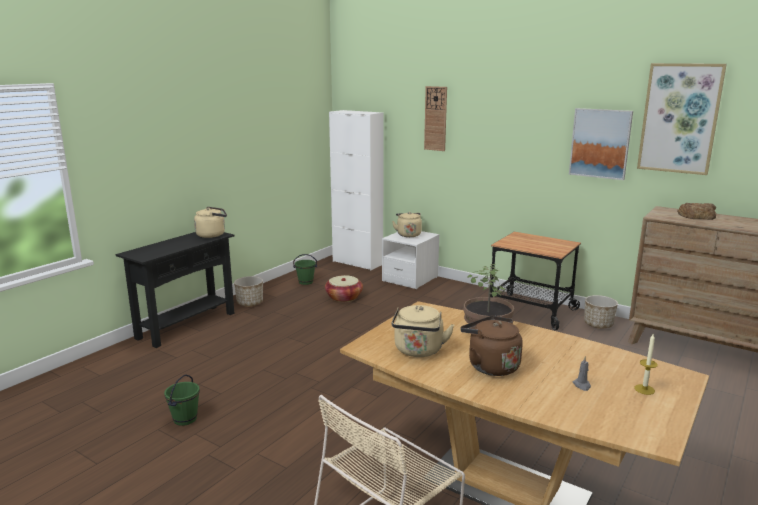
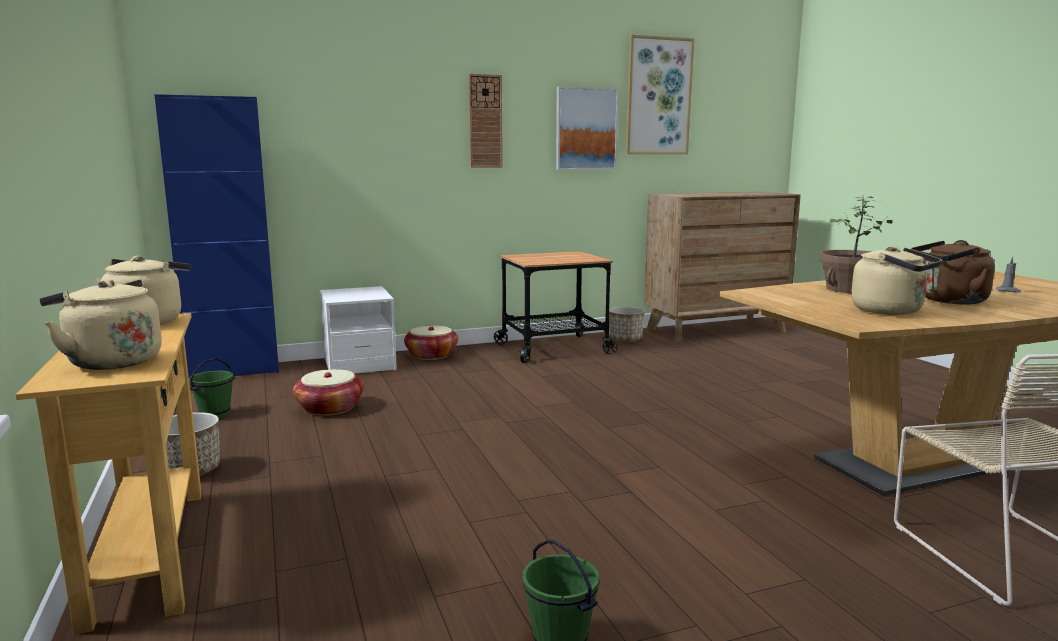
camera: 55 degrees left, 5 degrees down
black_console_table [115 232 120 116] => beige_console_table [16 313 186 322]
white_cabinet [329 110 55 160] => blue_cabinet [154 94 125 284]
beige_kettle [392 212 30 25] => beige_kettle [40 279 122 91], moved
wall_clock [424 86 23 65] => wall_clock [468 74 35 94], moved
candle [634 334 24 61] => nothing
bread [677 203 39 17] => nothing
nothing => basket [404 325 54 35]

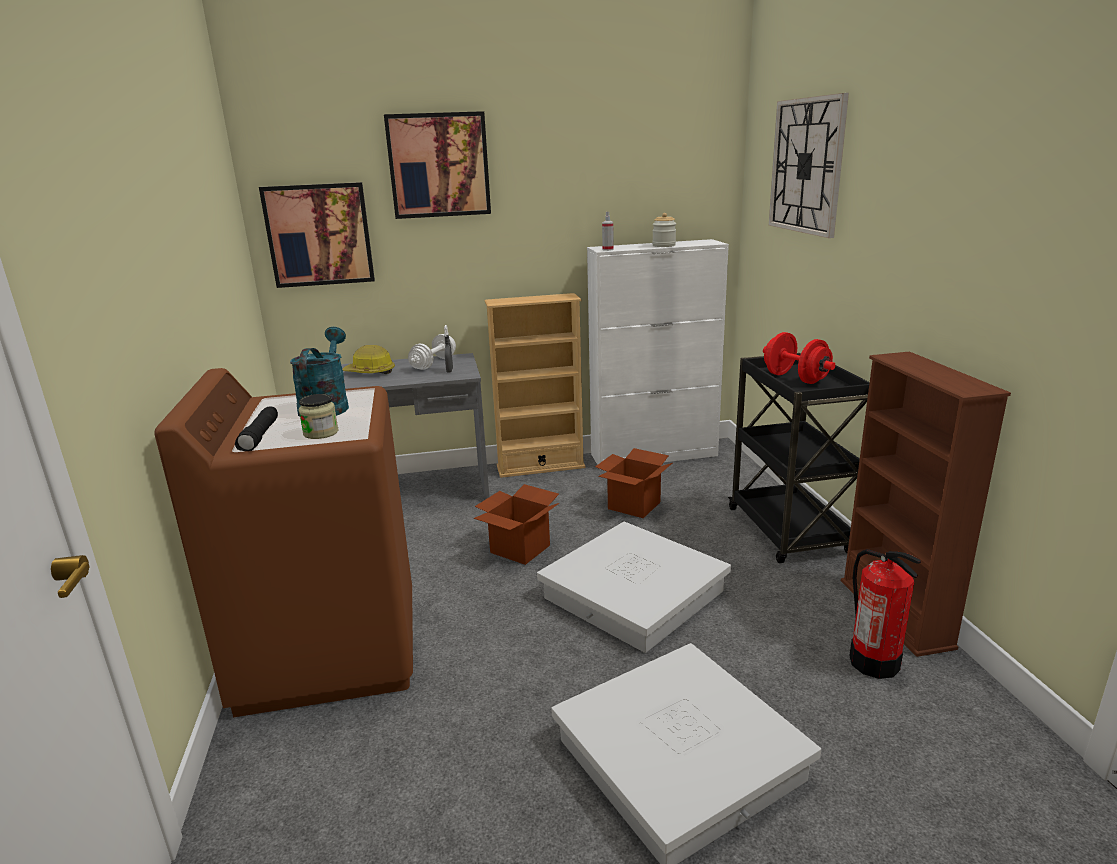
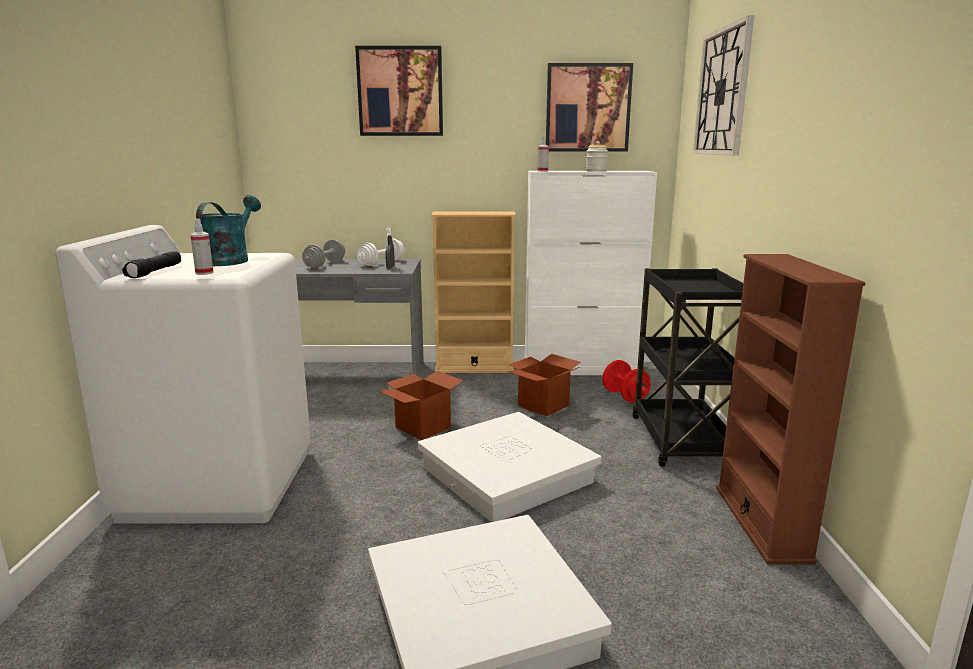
camera: 10 degrees right, 5 degrees down
brown_washing_machine [154 368 259 349] => white_washing_machine [55 225 256 299]
picture [259 182 116 106] => picture [546 63 87 88], moved
jar [299 394 40 45] => spray_bottle [190 219 24 56]
hard_hat [342 345 53 29] => grey_dumbbell [302 240 43 28]
red_dumbbell [763 332 72 52] => red_dumbbell [602 360 48 43], moved
fire_extinguisher [849 549 72 130] => nothing

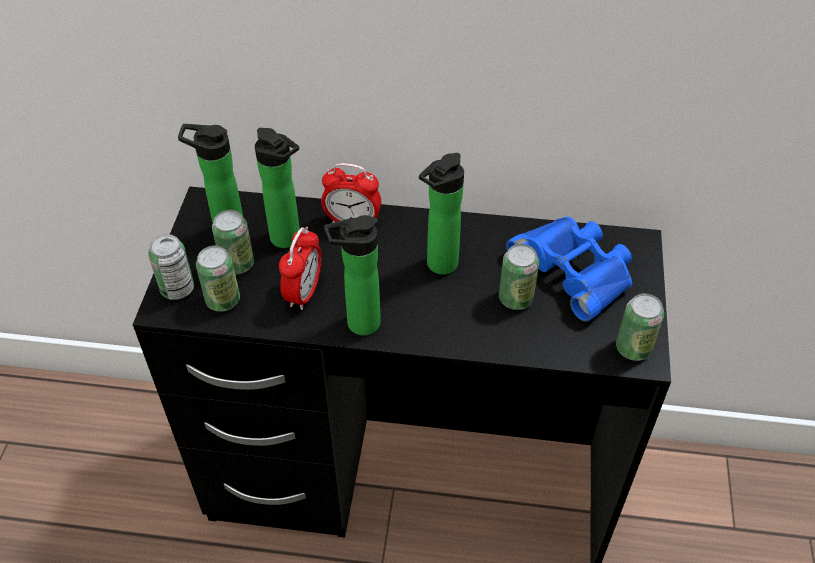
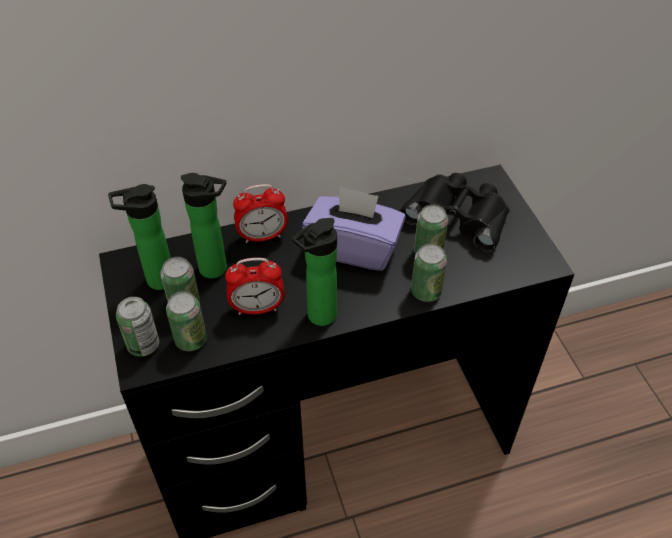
camera: 25 degrees left, 0 degrees up
alarm_clock [279 227 43 83] => alarm_clock [225 258 60 57], 90 degrees clockwise
bottle [419 153 45 122] => purple_tissue_box [302 186 104 85]
blue_binoculars [506 217 126 105] => black_binoculars [400 173 109 79]
can [616 293 48 68] => can [411 244 36 58], moved

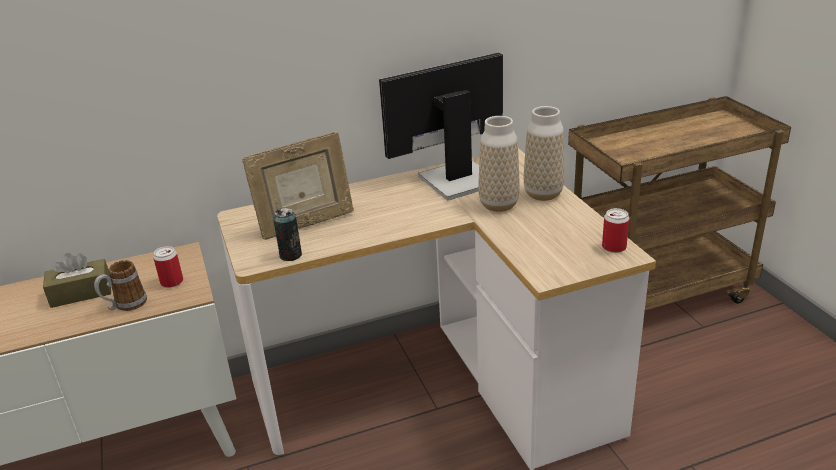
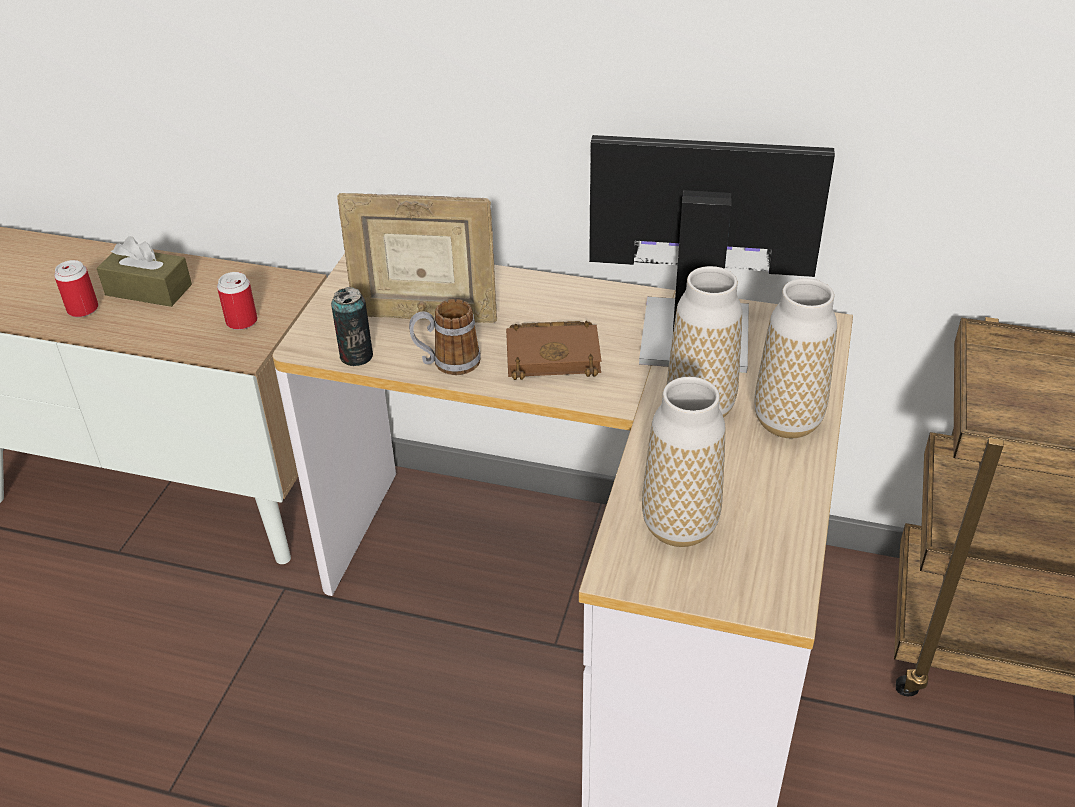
camera: 35 degrees right, 10 degrees up
mug [94 260 53 51] => mug [409 299 72 76], moved
can [602 208 27 45] => can [54 260 44 57], moved
nothing => brown_book [506 321 95 59]
nothing => vase [642 377 83 170]

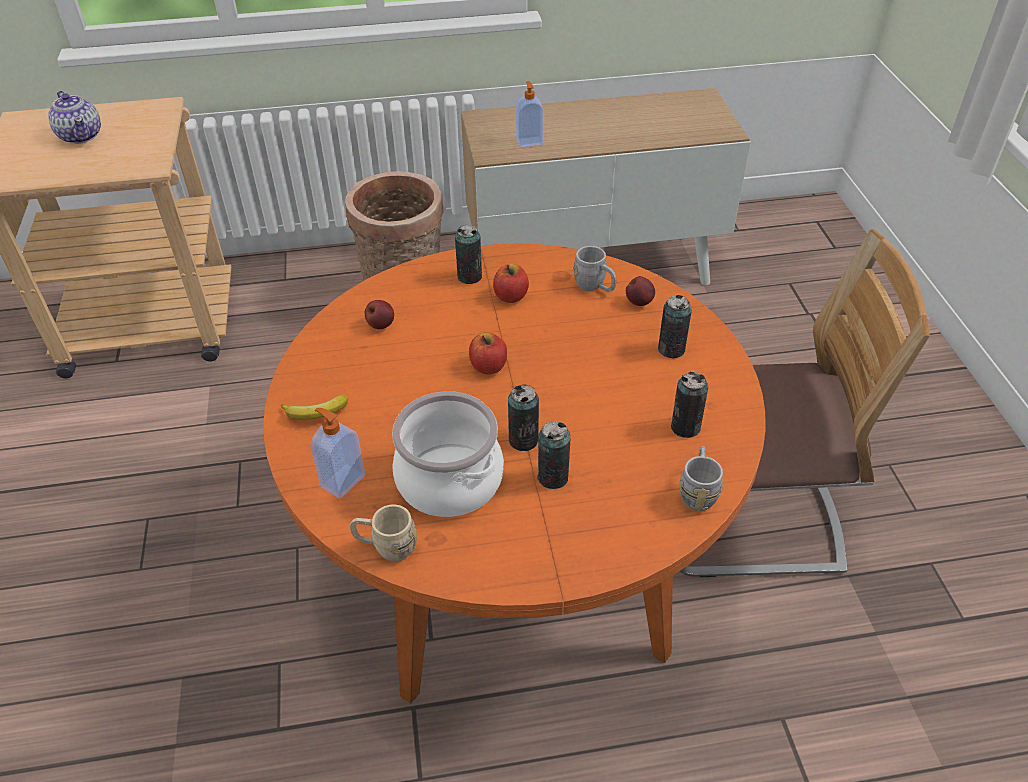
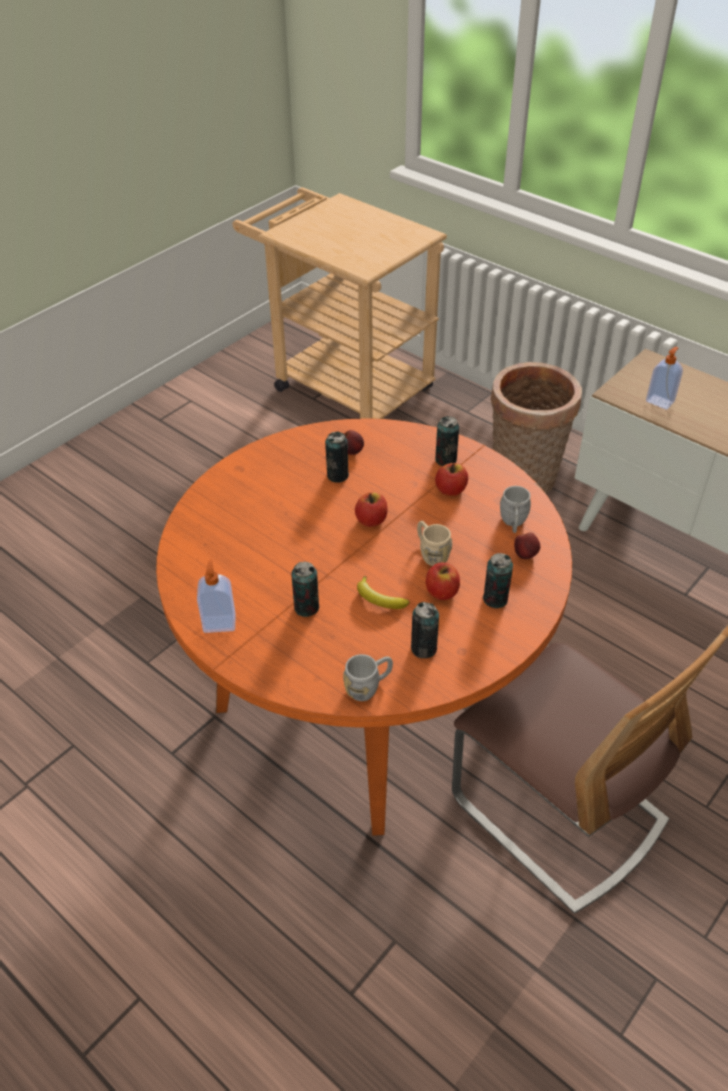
camera: 50 degrees right, 0 degrees up
teapot [48 91 53 53] => nothing
banana [281 394 67 26] => banana [357 576 53 33], moved
soap_dispenser [310 408 55 91] => soap_dispenser [197 560 39 73], moved
beige_mug [350 504 67 58] => beige_mug [417 521 35 45], moved
cooking_pot [392 391 112 126] => nothing
can [508 384 31 67] => can [325 432 24 51], moved
nothing => apple [426 562 34 38]

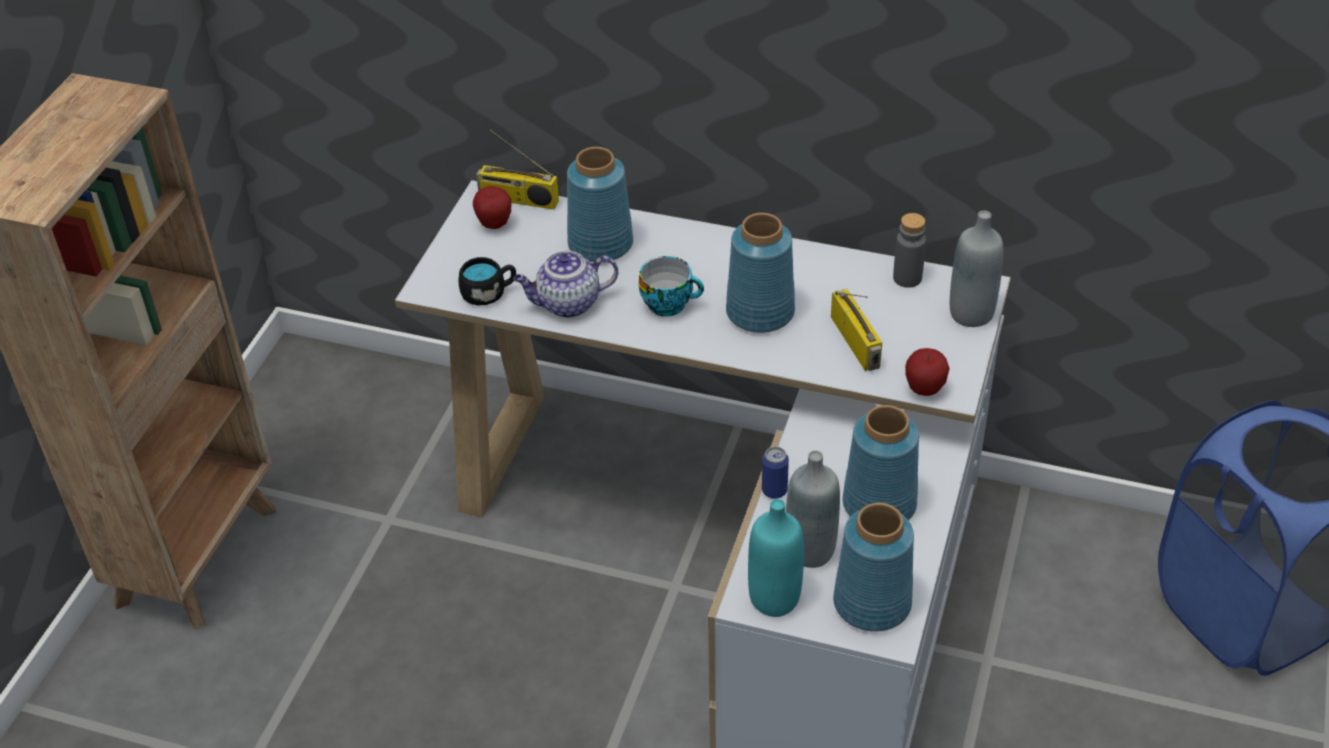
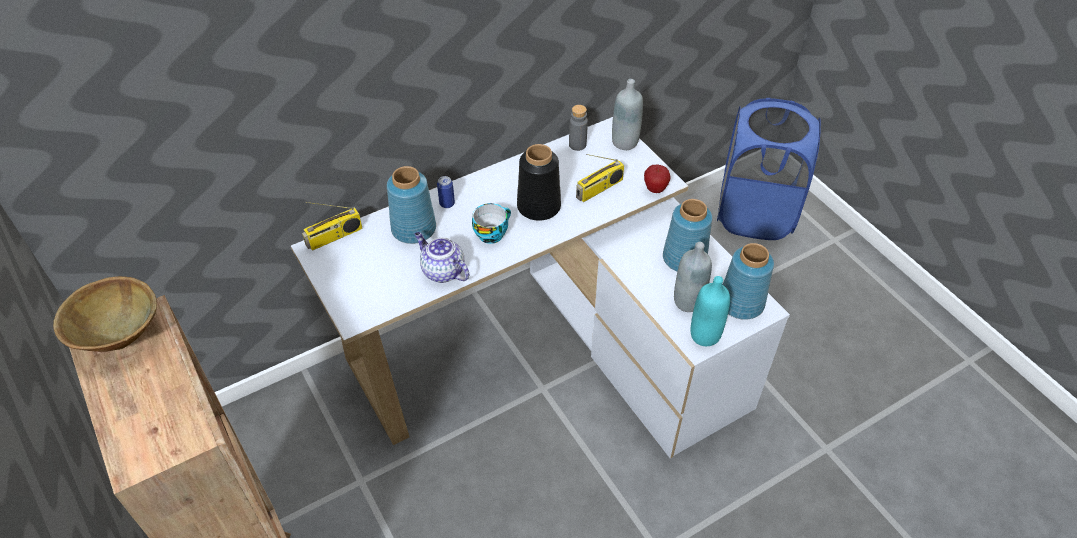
camera: 50 degrees left, 5 degrees up
black_mug [459 257 57 48] => nothing
apple [473 186 38 43] => nothing
teapot [513 251 105 67] => teapot [414 232 55 51], 105 degrees clockwise
blue_vase [726 213 69 120] => black_vase [517 144 44 77]
can [762 447 27 52] => can [437 176 18 32], moved
radio [831 289 51 82] => radio [576 154 48 48], 120 degrees clockwise
nothing => brown_bowl [53 276 104 76]

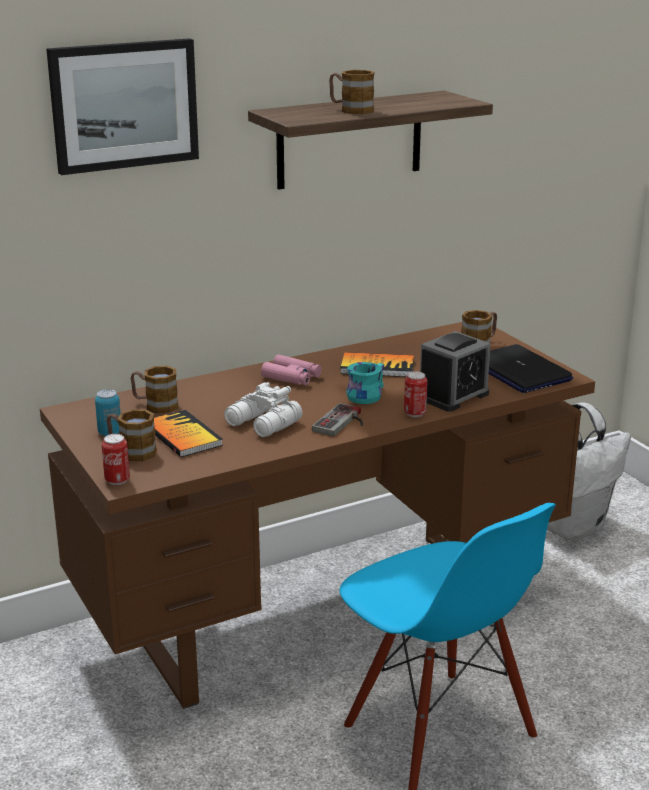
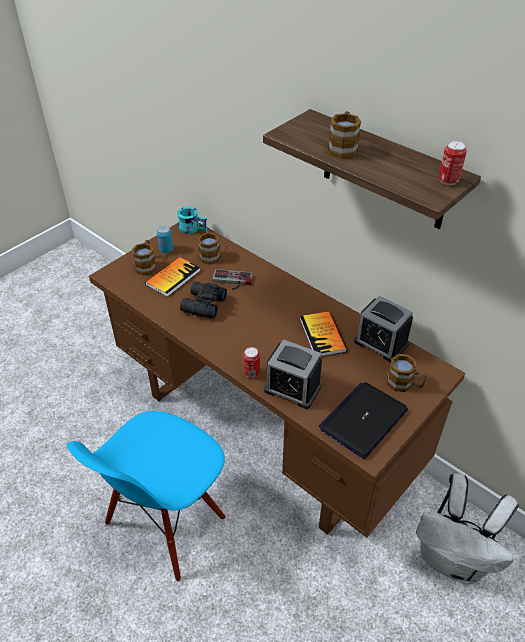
camera: 70 degrees right, 20 degrees up
picture [46 38 153 137] => nothing
can [102 434 28 51] => can [438 141 29 44], moved
white_binoculars [224 382 79 55] => black_binoculars [180 282 47 37]
pink_binoculars [261 354 61 31] => nothing
game_controller [312 403 51 33] => game_controller [212 269 41 21], moved
turquoise_mug [347 362 37 42] => turquoise_mug [177 207 30 27], moved
nothing => alarm_clock [354 296 59 66]

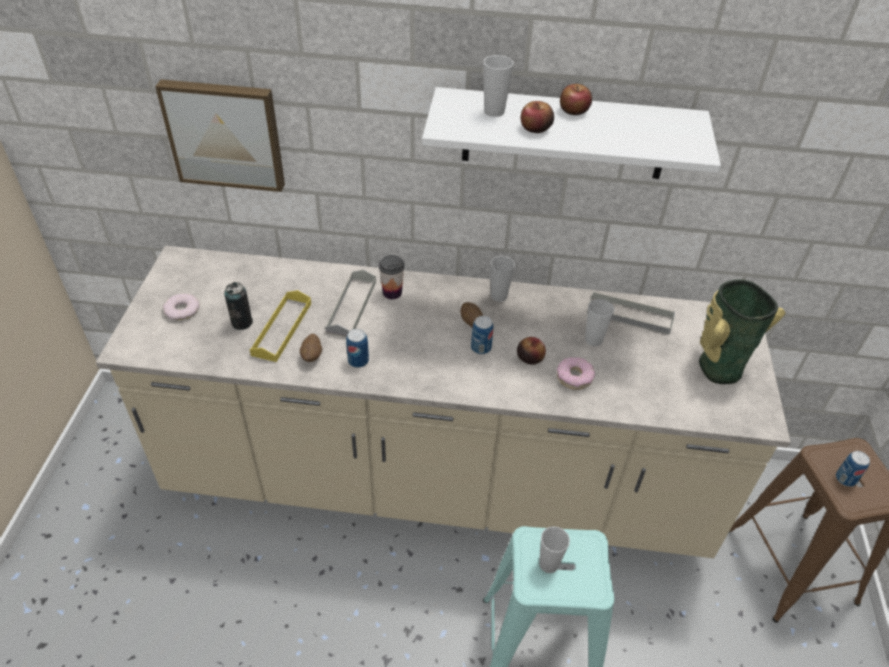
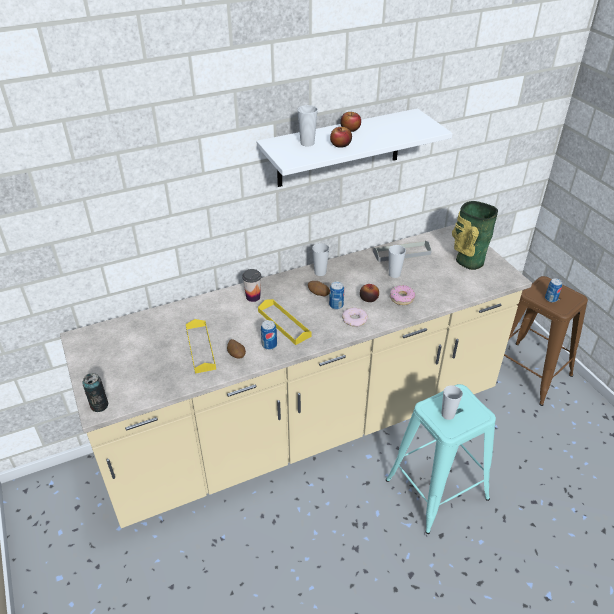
camera: 30 degrees left, 5 degrees down
picture [155 79 130 113] => nothing
donut [163 294 37 26] => donut [342 307 26 20], moved
can [224 282 29 48] => can [82 373 26 39], moved
grey_tray [325 270 51 67] => nothing
nothing => yellow_tray [258 299 54 46]

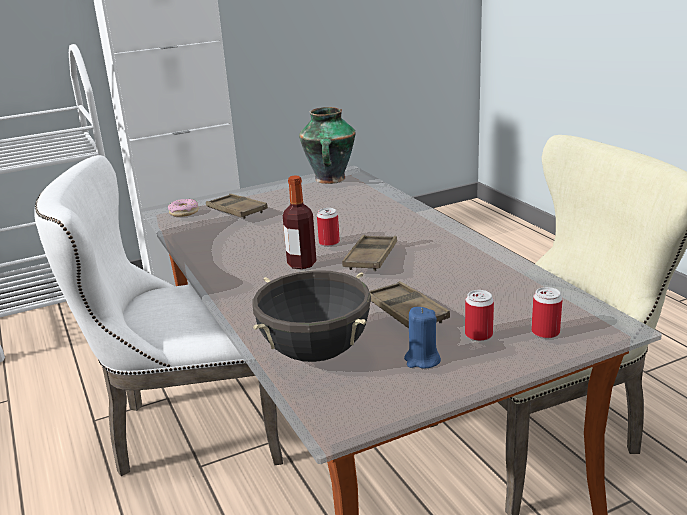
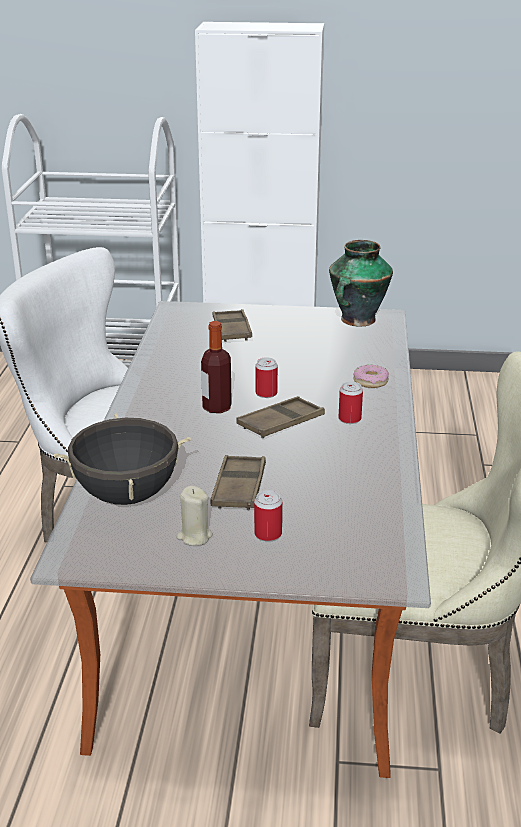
camera: 30 degrees right, 5 degrees up
donut [168 199 31 18] => donut [354 364 35 24], moved
blue_candle [404 307 37 62] => beige_candle [176 486 37 60]
can [531 287 32 51] => can [339 381 24 43], moved

